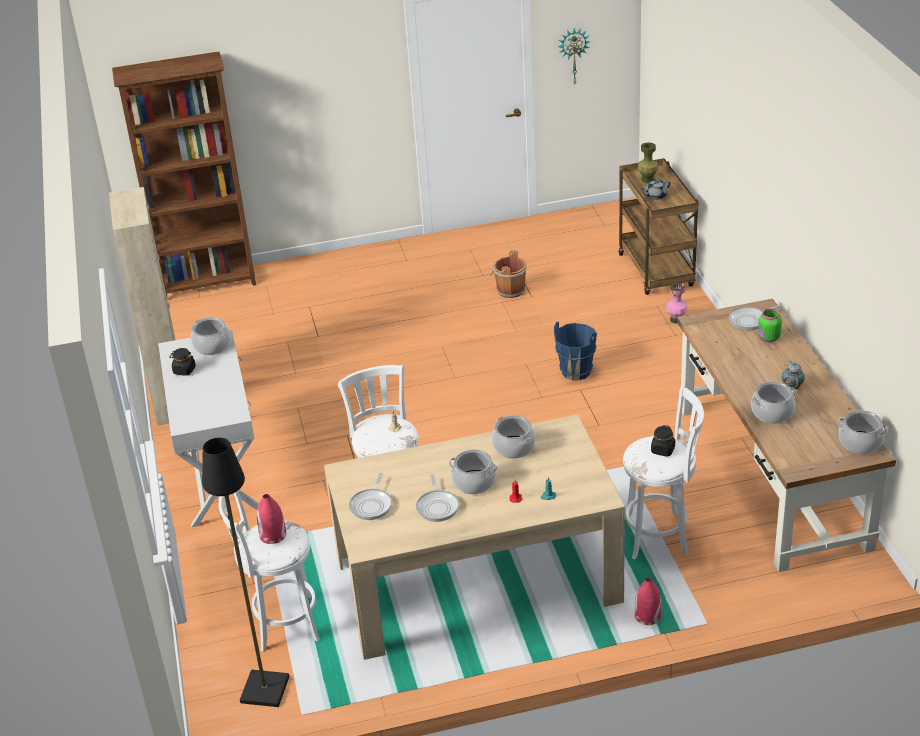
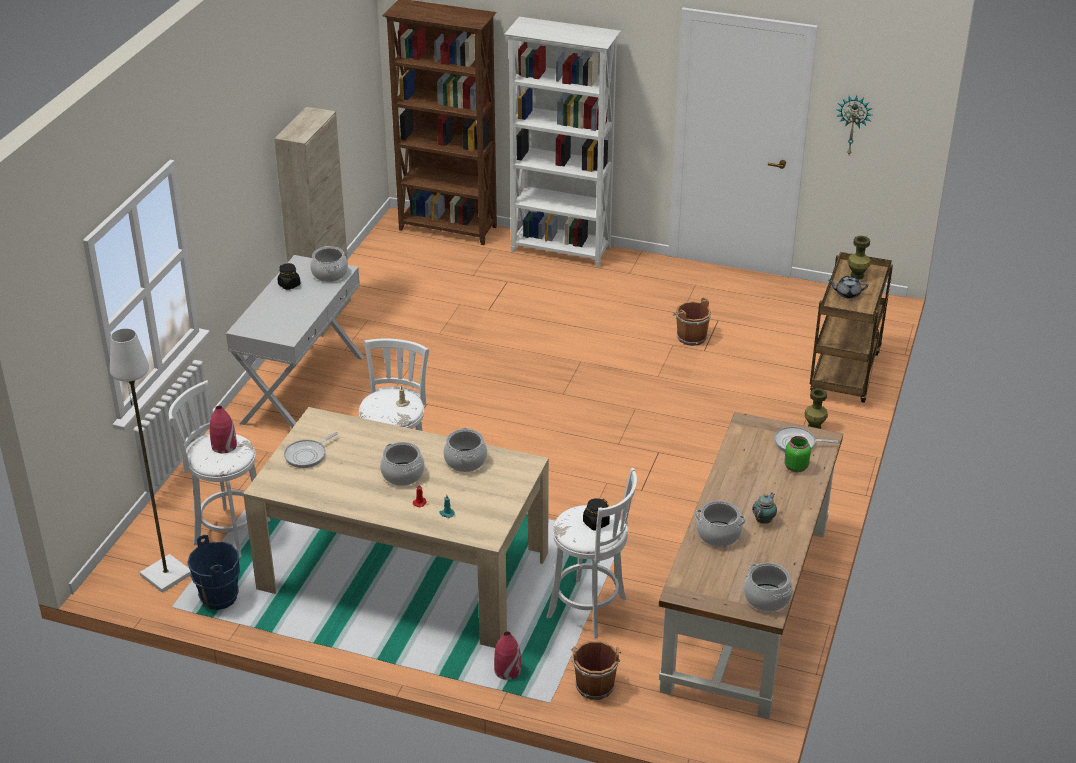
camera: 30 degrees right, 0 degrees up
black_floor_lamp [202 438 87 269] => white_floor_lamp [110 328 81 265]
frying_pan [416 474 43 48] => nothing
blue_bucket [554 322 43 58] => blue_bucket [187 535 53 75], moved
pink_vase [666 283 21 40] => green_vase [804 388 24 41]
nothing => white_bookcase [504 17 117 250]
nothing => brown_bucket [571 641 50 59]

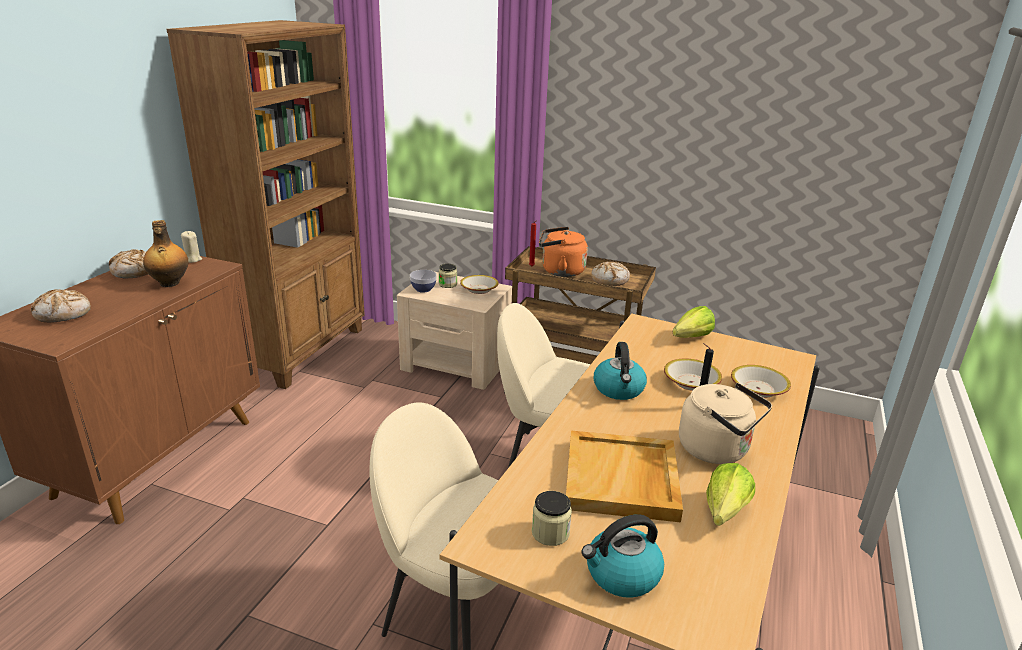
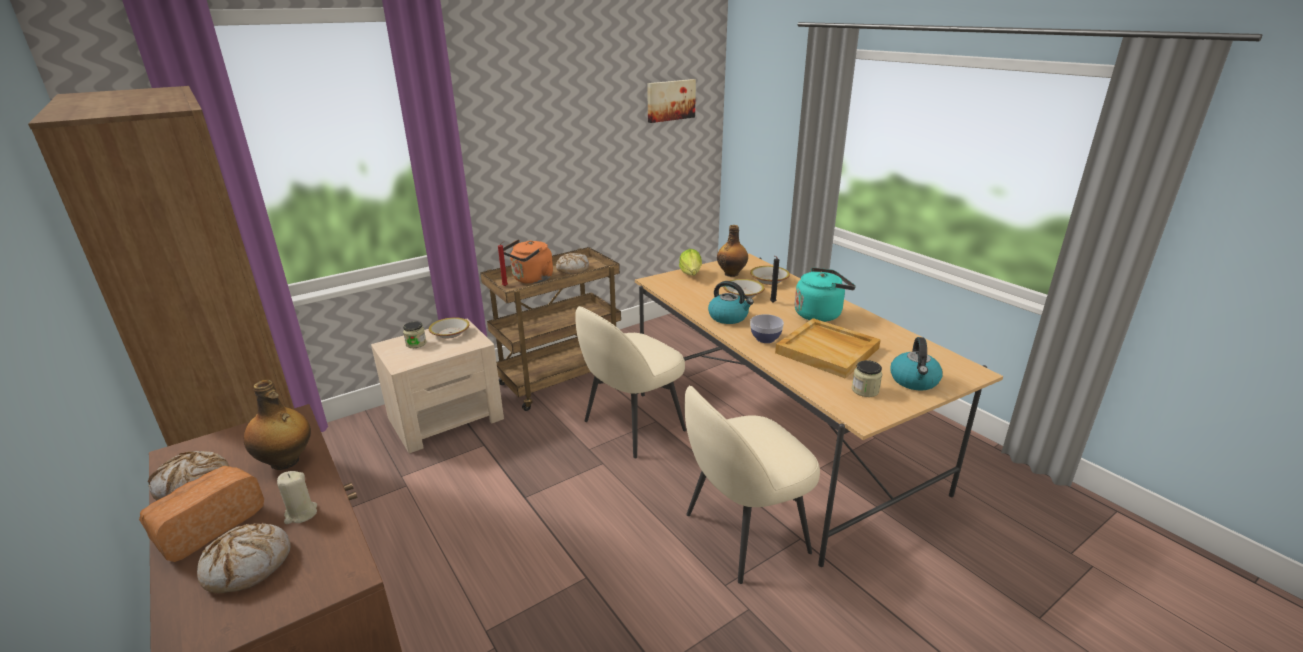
camera: 55 degrees left, 0 degrees up
beige_candle [181 231 21 32] => beige_candle [277 471 40 53], moved
bowl [410 270 27 23] => bowl [750 314 34 29], moved
beige_kettle [679 383 93 81] => turquoise_kettle [794 267 62 55]
lettuce [706 463 49 63] => nothing
nothing => bread [139 466 125 96]
nothing => picture [647 79 49 44]
nothing => bottle [717 225 31 52]

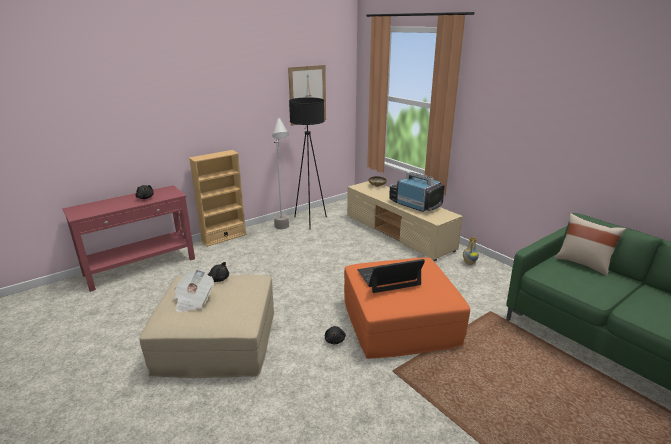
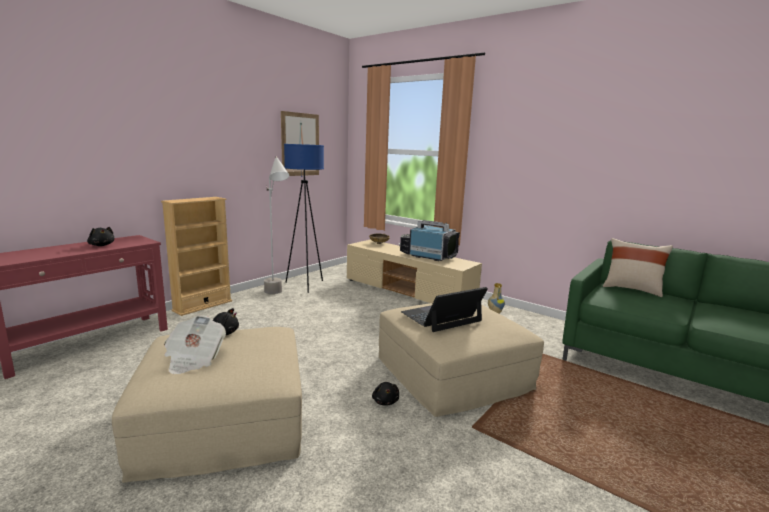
camera: 15 degrees left, 10 degrees down
black_floor_lamp [289 97 38 132] => blue_floor_lamp [284 144 40 149]
orange_ottoman [344 257 126 102] => beige_ottoman [379 303 165 114]

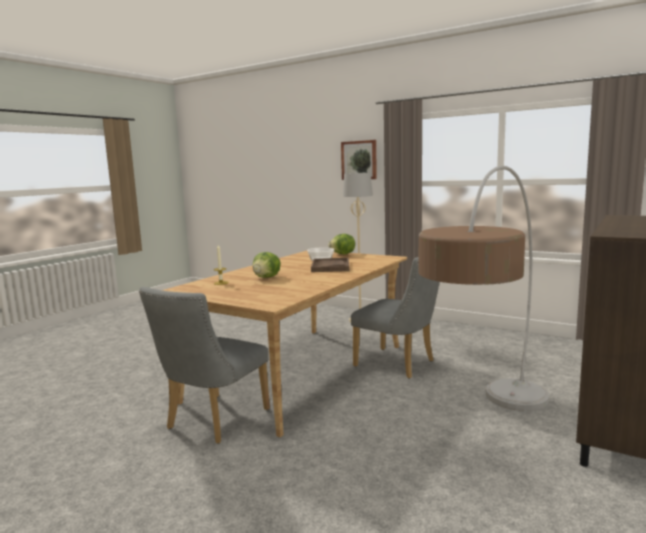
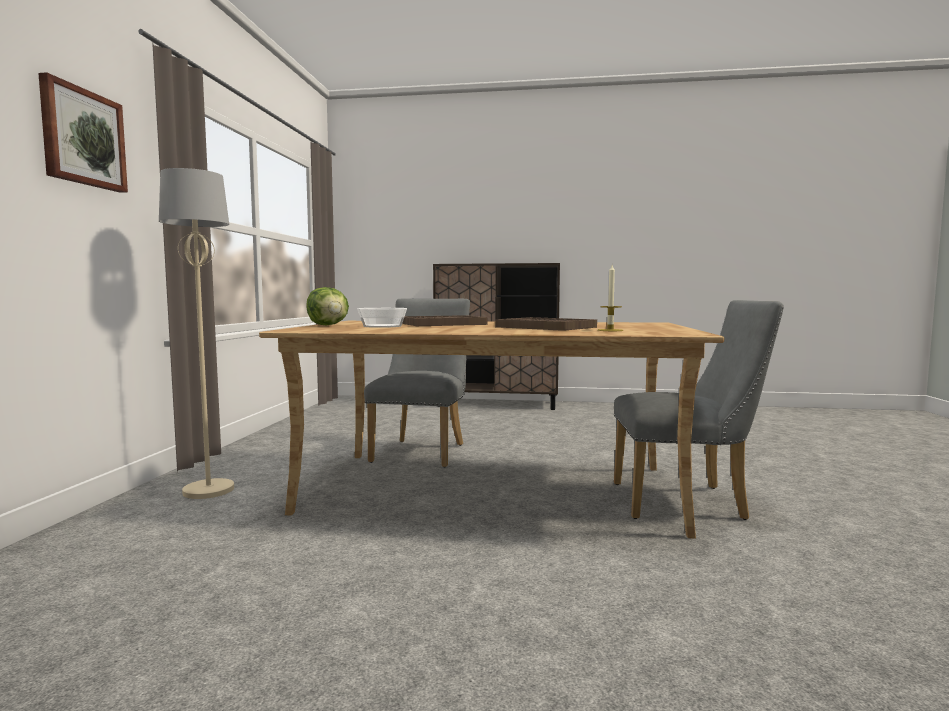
camera: 115 degrees left, 5 degrees down
lettuce [253 252 28 26] => brown_tray [495 317 102 14]
floor_lamp [419 166 130 245] => nothing

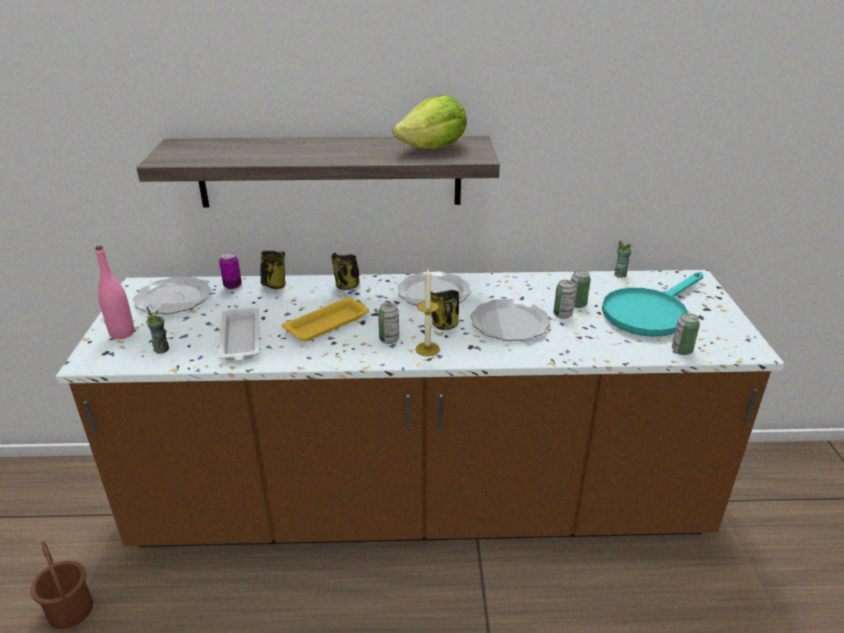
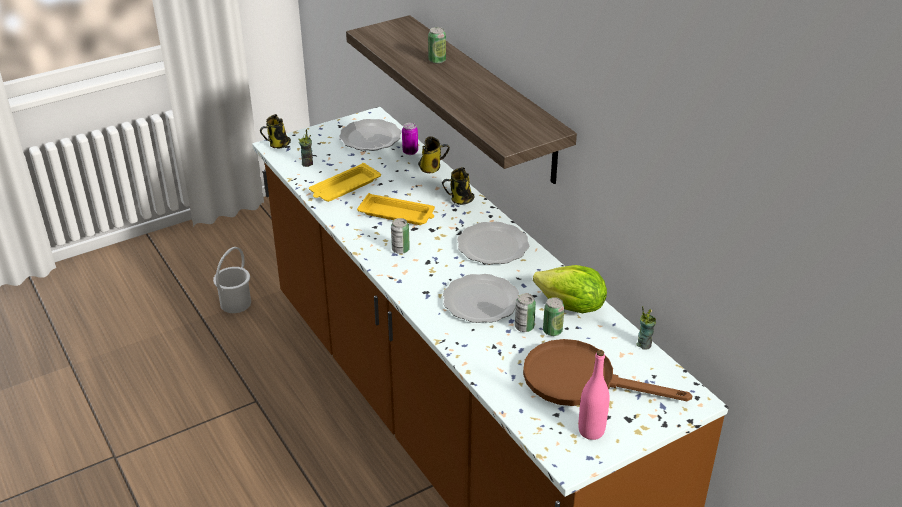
camera: 60 degrees right, 5 degrees up
brown_bucket [31 541 62 88] => white_bucket [213 247 38 66]
pink_bottle [95 246 39 93] => pink_bottle [578 350 32 90], moved
white_tray [219 307 40 54] => yellow_tray [309 163 72 39]
lettuce [393 95 74 54] => lettuce [533 265 74 48], moved
candle [415 268 25 88] => nothing
mug [431 290 28 40] => mug [260 114 31 34], moved
turquoise_frying_pan [602 272 101 65] => brown_frying_pan [523 339 169 67]
can [672 313 28 42] => can [428 27 18 37], moved

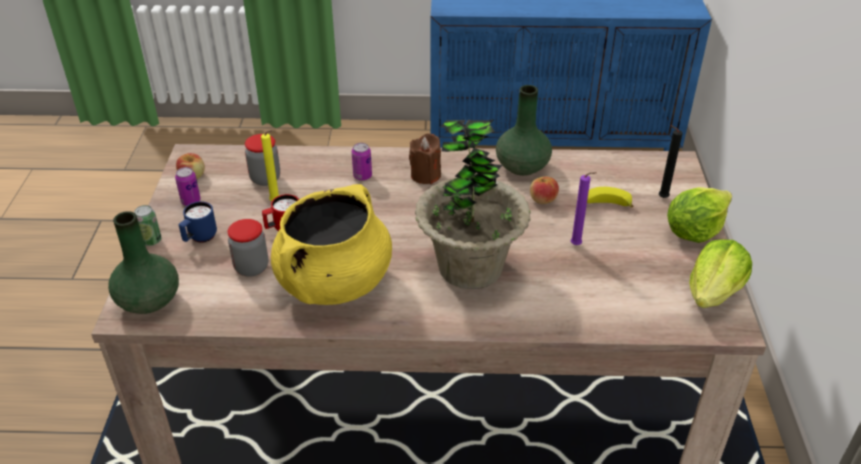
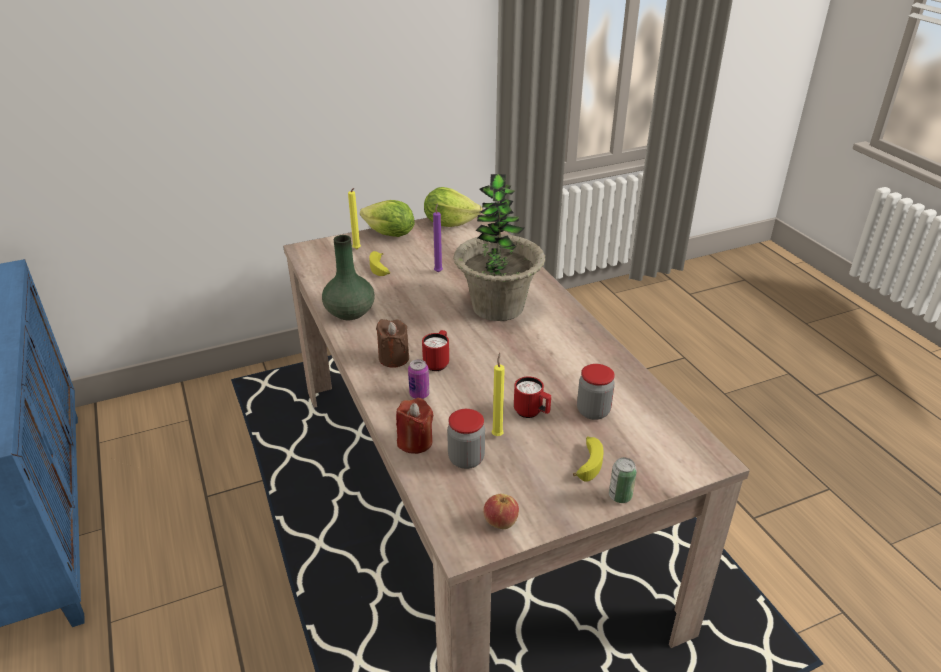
camera: 115 degrees left, 5 degrees down
green_vase [108 211 71 103] => nothing
can [175 167 26 39] => nothing
blue_mug [179 201 38 42] => banana [573 437 31 45]
yellow_cooking_pot [271 184 121 121] => nothing
apple [530 177 29 27] => nothing
black_candle [659 125 23 73] => yellow_candle [348 188 13 61]
nothing => red_candle [396 398 38 56]
nothing => red_mug [422 330 27 41]

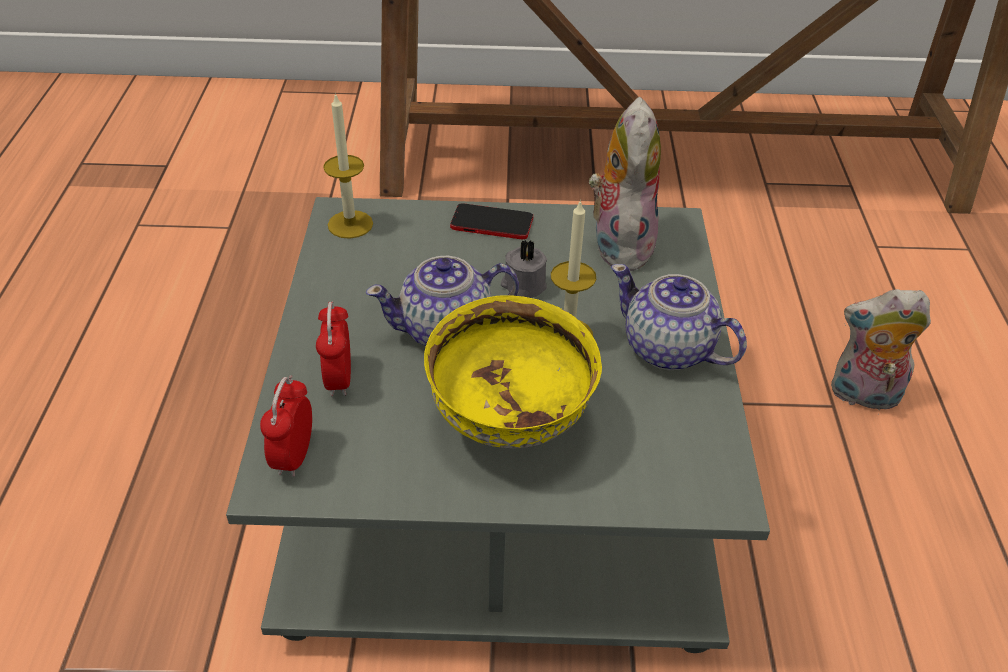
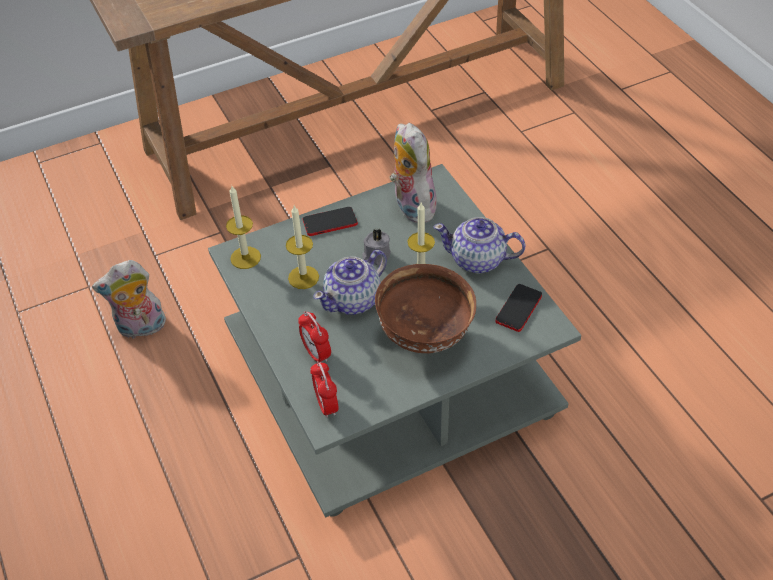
camera: 25 degrees left, 5 degrees up
yellow_bowl [424 295 178 153] => brown_bowl [375 264 101 89]
plush_toy [831 289 100 121] => plush_toy [92 260 74 79], moved
nothing => candle [286 205 33 84]
nothing => phone [495 284 47 48]

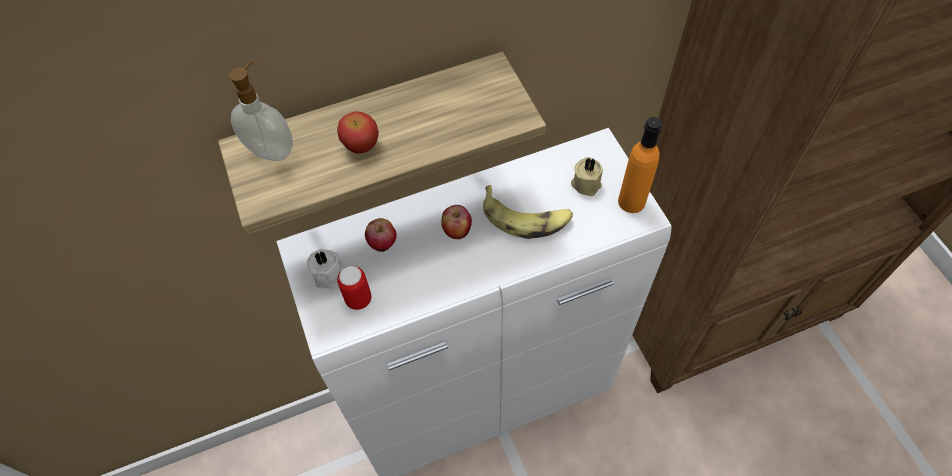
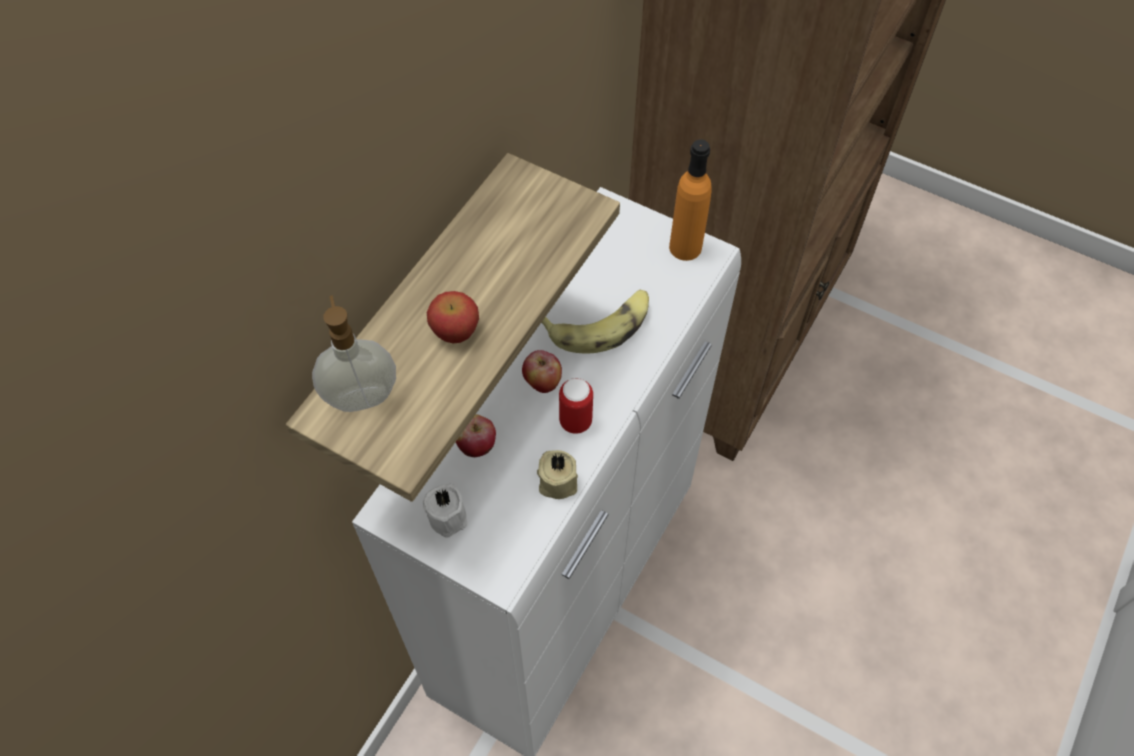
camera: 40 degrees left, 0 degrees up
can [337 266 35 44] => can [559 378 34 56], moved
beige_candle [571 157 32 39] => beige_candle [537 450 41 49], moved

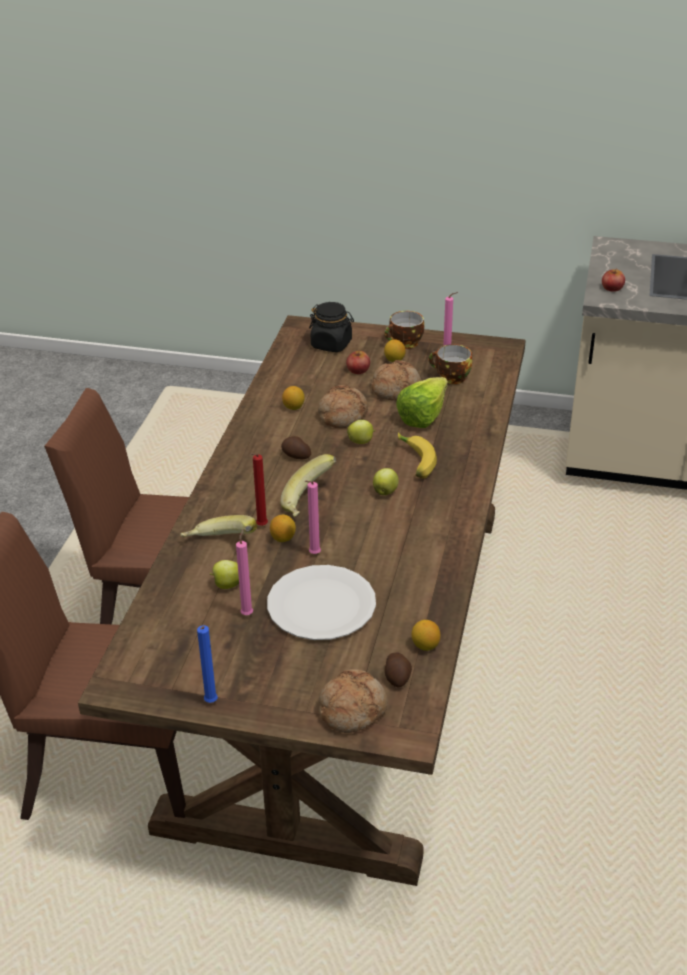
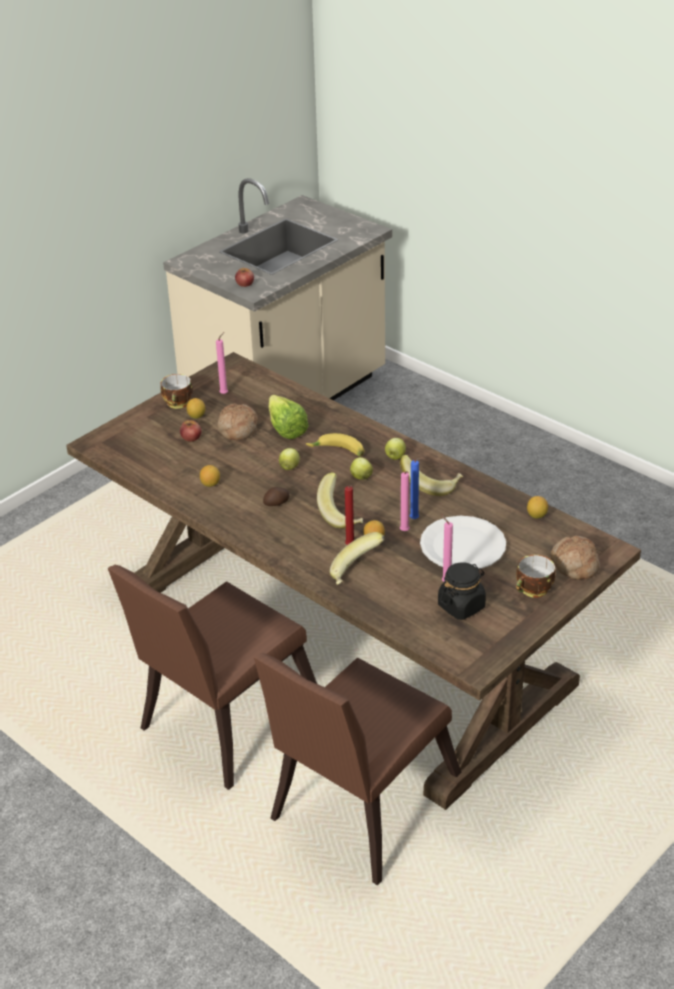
camera: 60 degrees left, 0 degrees up
blue_candle [197 625 21 78] => blue_candle [410 458 13 61], moved
apple [210 560 29 29] => apple [385 438 21 22], moved
black_jar [309 302 45 50] => black_jar [438 562 48 58], moved
bread [318 385 50 43] => nothing
potato [385 652 27 36] => nothing
cup [429 344 43 40] => cup [516 555 39 43], moved
nothing => banana [400 455 63 41]

